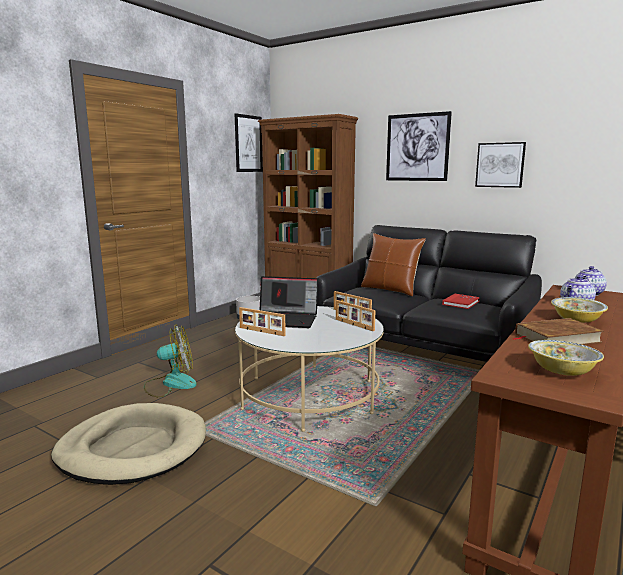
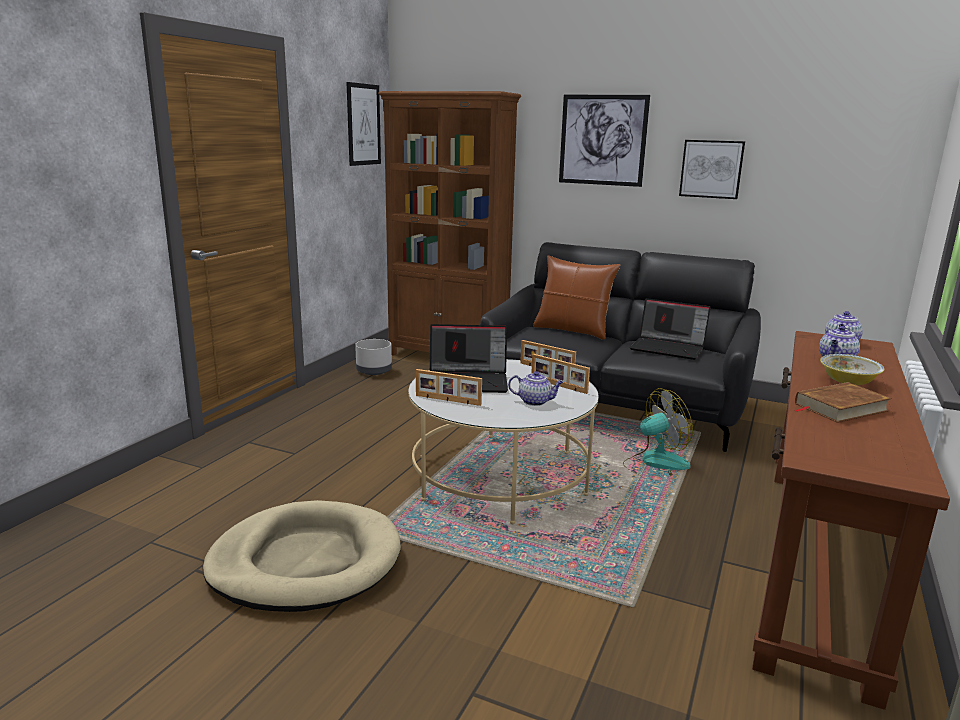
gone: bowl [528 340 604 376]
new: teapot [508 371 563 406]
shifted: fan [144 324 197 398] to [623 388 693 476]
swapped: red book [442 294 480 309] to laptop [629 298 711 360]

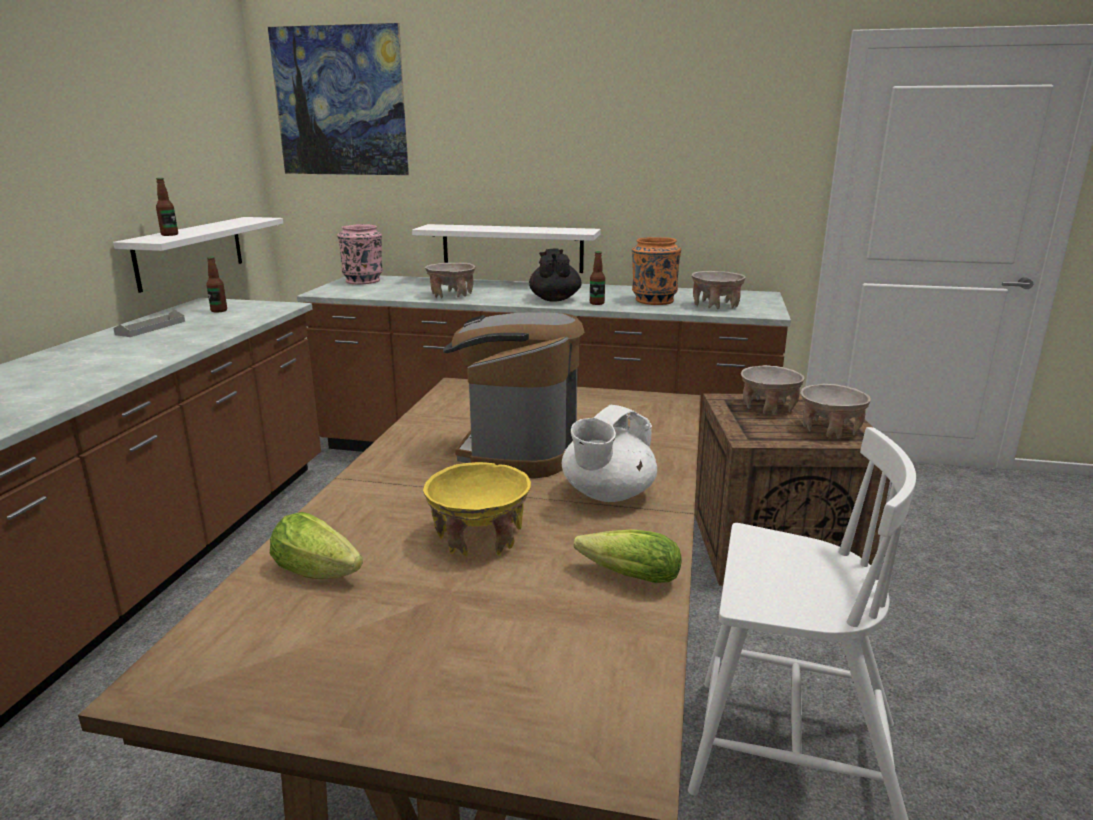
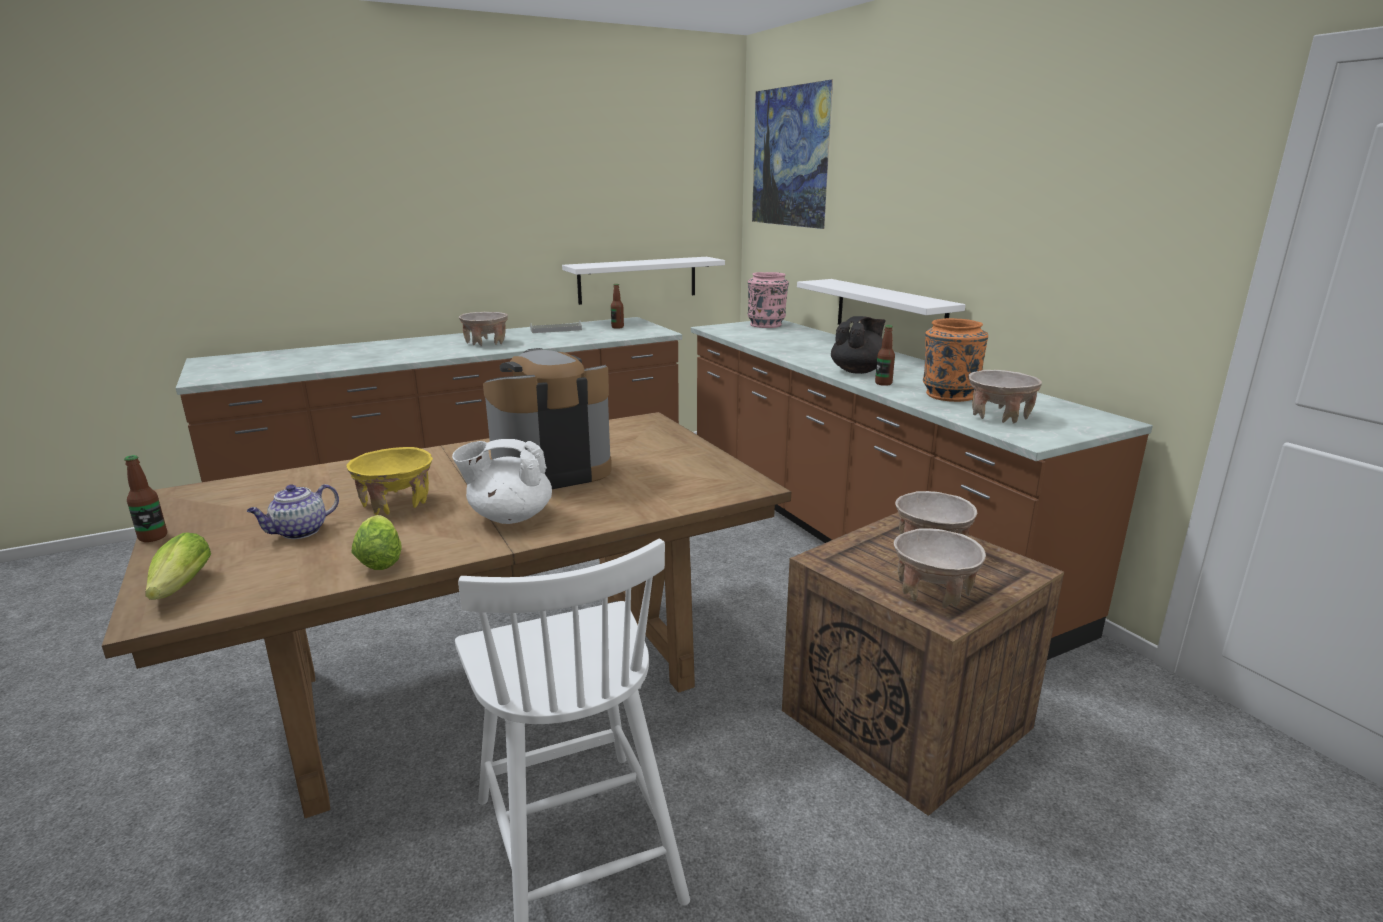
new: teapot [247 484 339 539]
shifted: bottle [156 178 178 236] to [124 455 167 542]; lettuce [270 512 363 579] to [145 533 211 600]; beige bowl [425 263 475 299] to [459 312 508 346]

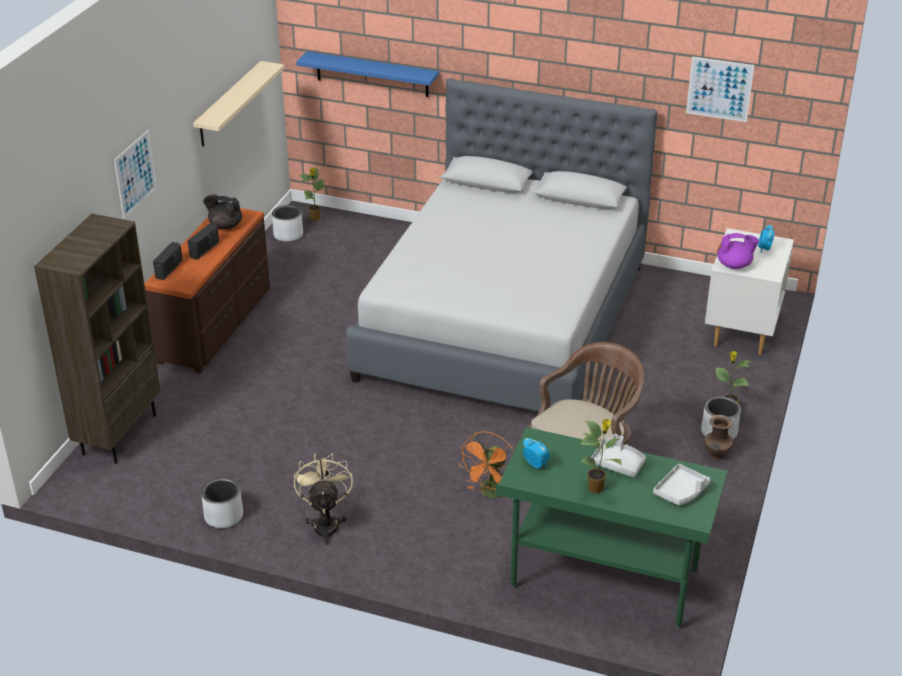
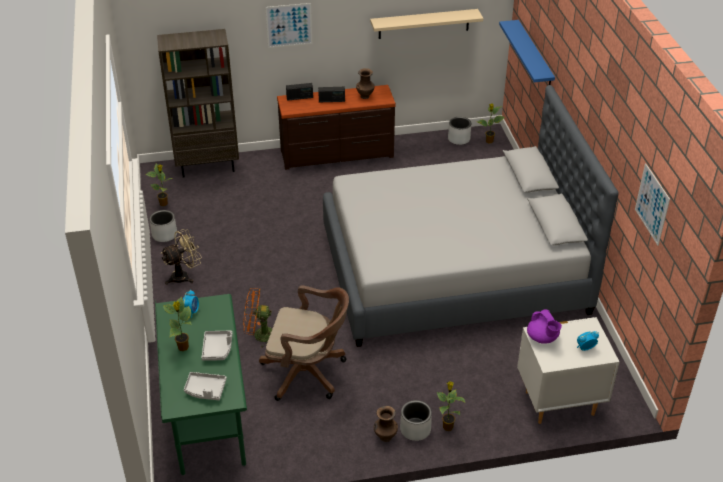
new: potted plant [145 164 172 206]
swapped: black teapot [203 194 242 229] to brown vase [356 68 375 99]

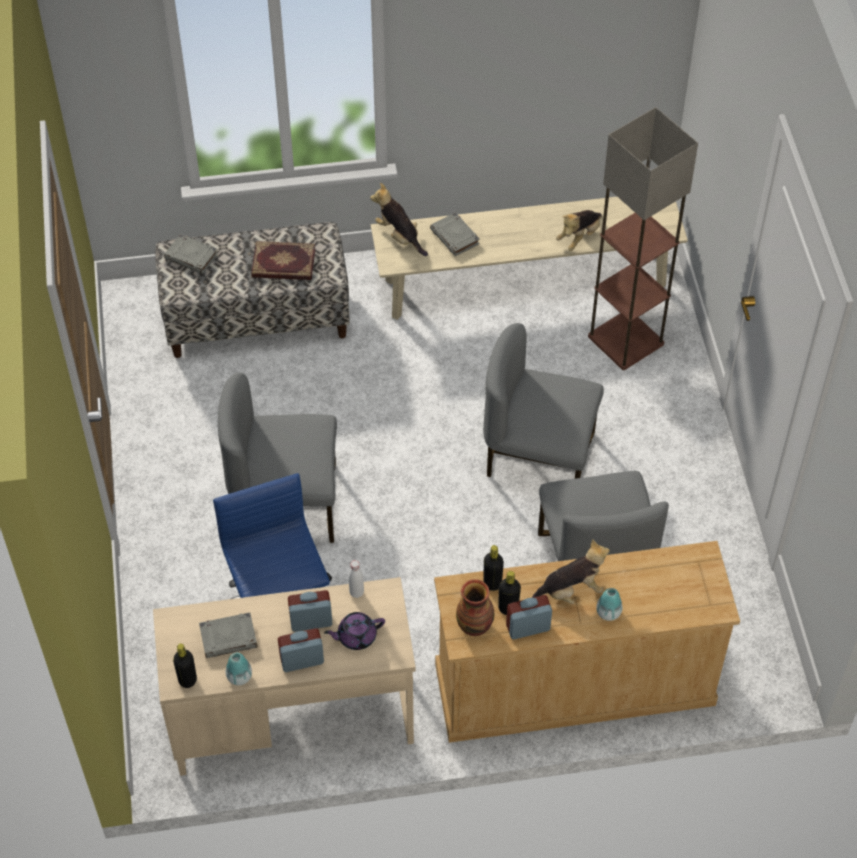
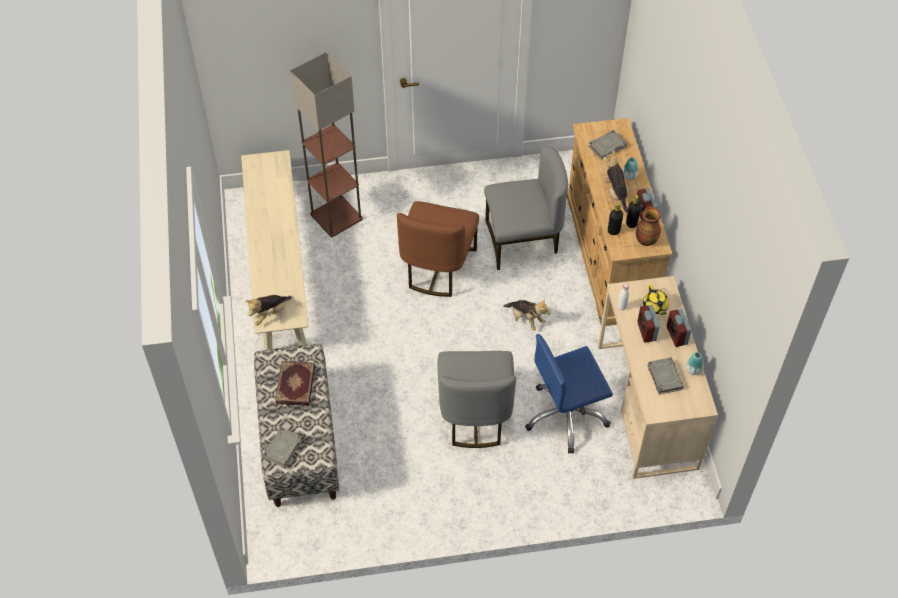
gone: black bottle [173 644 197 688]
shifted: plush toy [556 210 602 251] to [503 299 551 331]; grey book [430 212 480 256] to [588 130 627 160]
repainted: grey chair [483 323 604 479] to brown chair [397 201 479 297]; purple teapot [324 612 385 650] to yellow teapot [643 284 669 315]

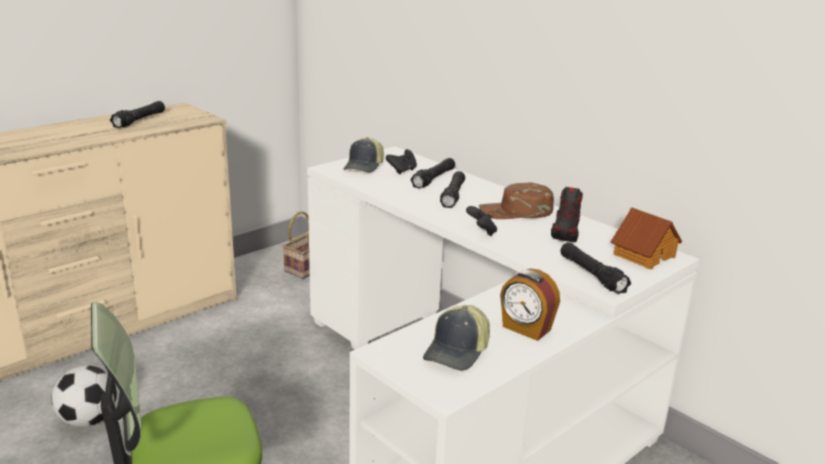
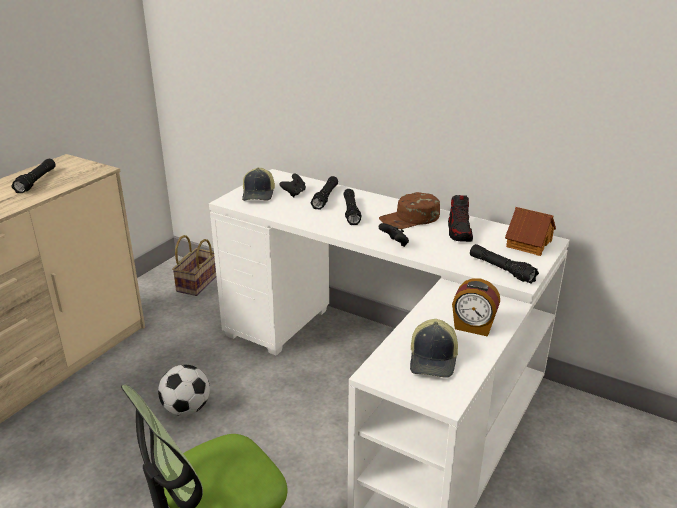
shifted: football [52 365 117 427] to [158 365 210 416]

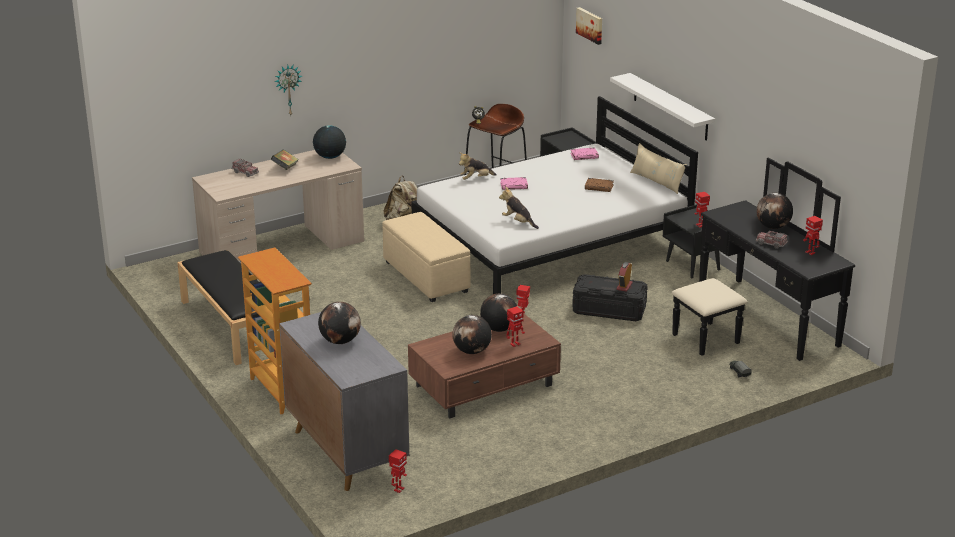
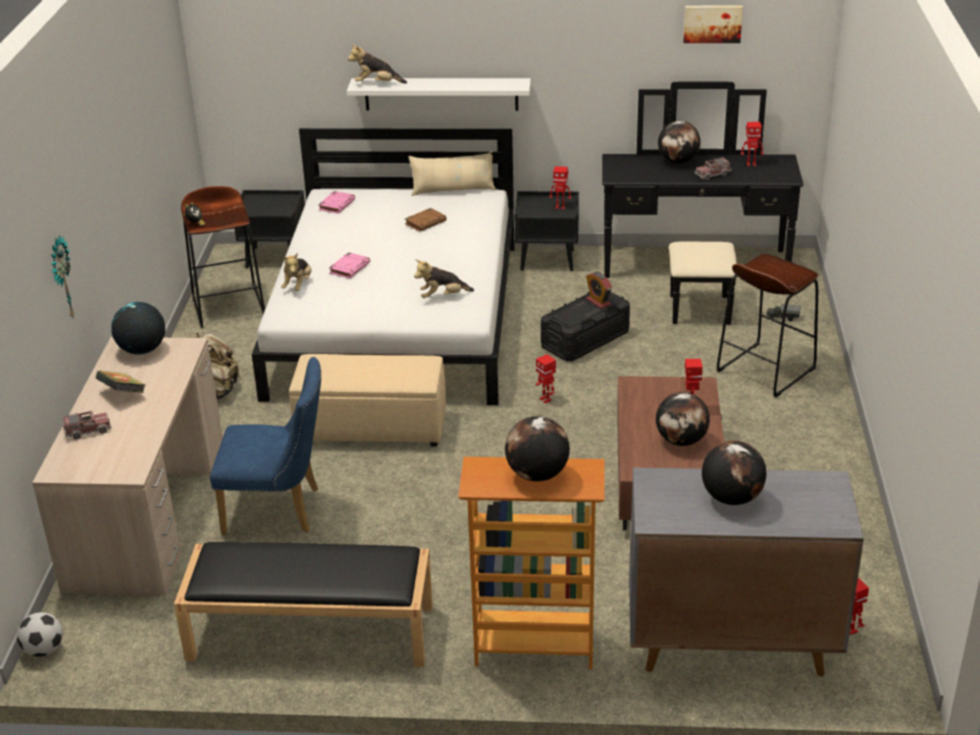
new: football [17 612 63 657]; blue chair [210 357 321 535]; plush toy [348 44 407 84]; brown stool [716 254 818 397]
shifted: globe [480 293 517 332] to [505 416 570 481]; picture [576 7 602 45] to [683 5 743 43]

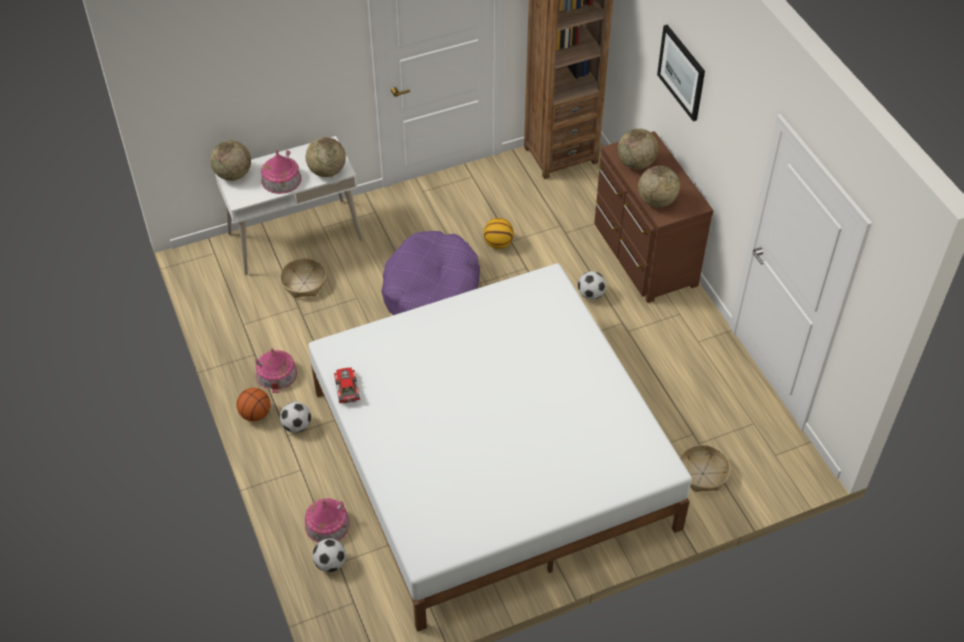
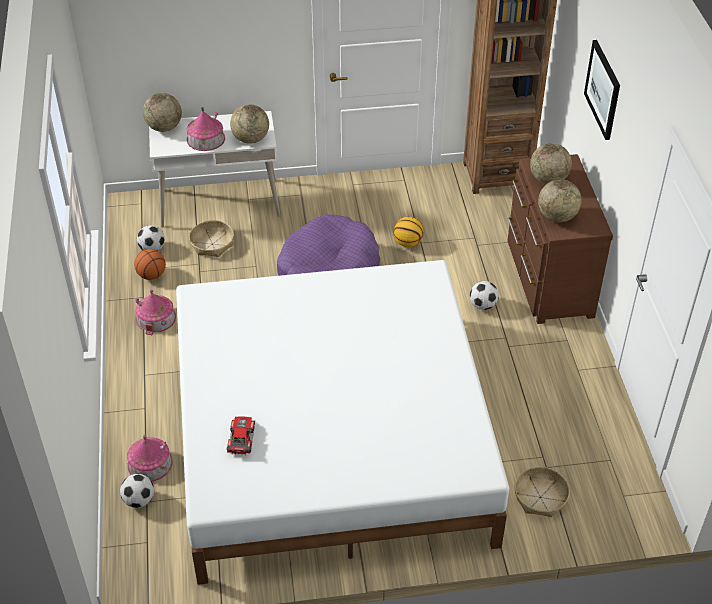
shifted: basketball [236 388 271 421] to [134 249 166 280]; football [280 402 311 433] to [137 225 165 251]; toy car [334 368 360 403] to [227 416 255 455]

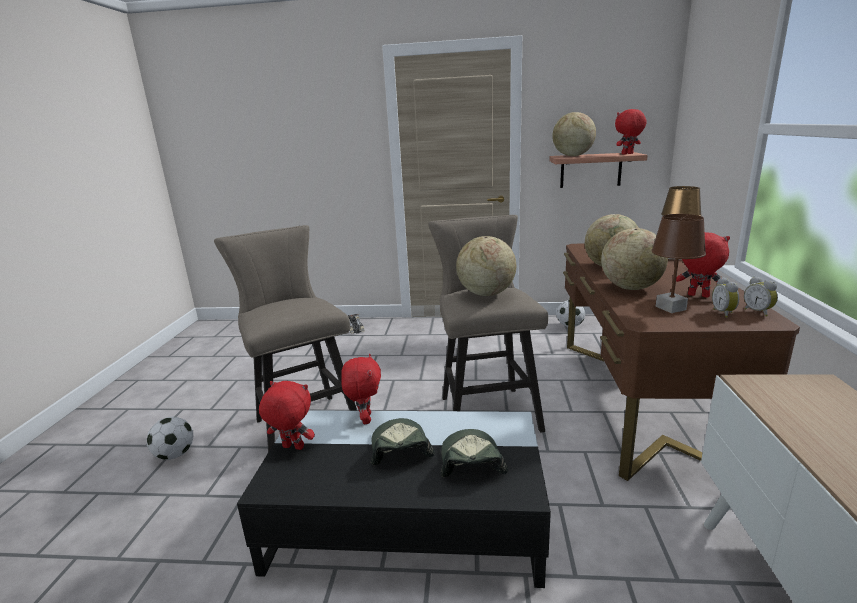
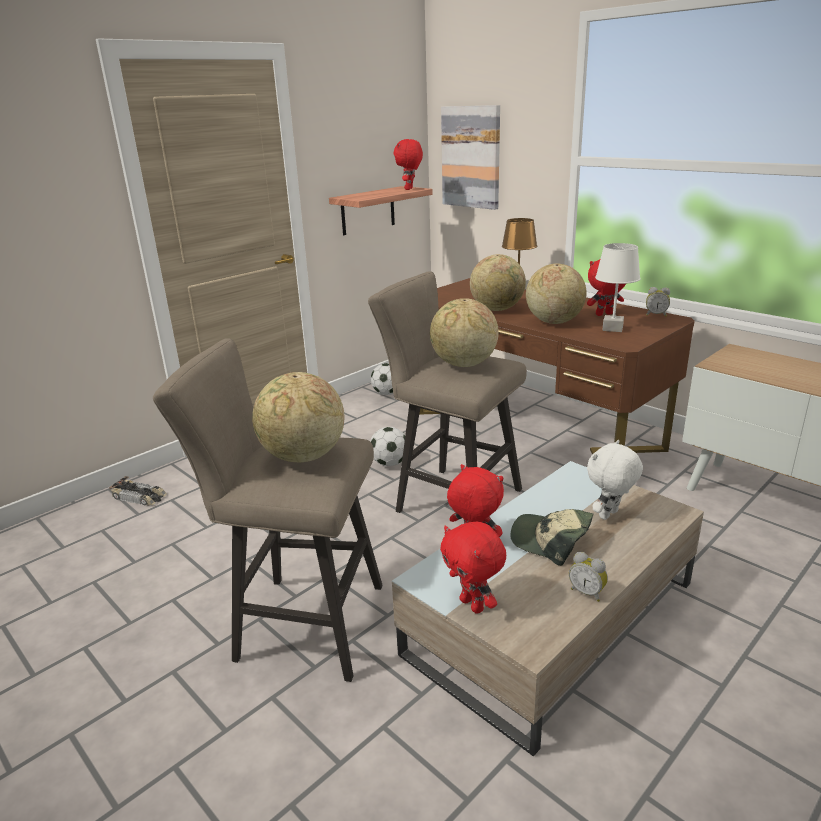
new: picture [441 105 500 210]
shifted: globe [552 112 596 156] to [252 372 344 462]; football [147 416 193 460] to [370 427 405 466]; alarm clock [712 277 739 318] to [569 552 608 602]
swapped: cap [440 429 508 477] to white plush toy [587 440 643 520]
repainted: black coffee table [237 410 551 588] to beige coffee table [392 461 704 756]; brown table lamp [651 214 706 313] to white table lamp [595 243 641 332]
rotated: red plush toy [259 381 315 450] = [440 522 506 614] 90 degrees counterclockwise

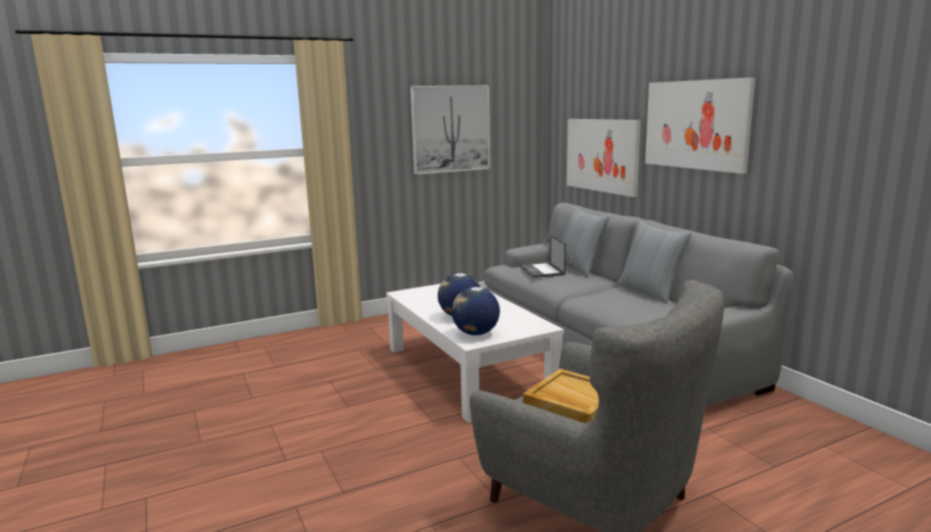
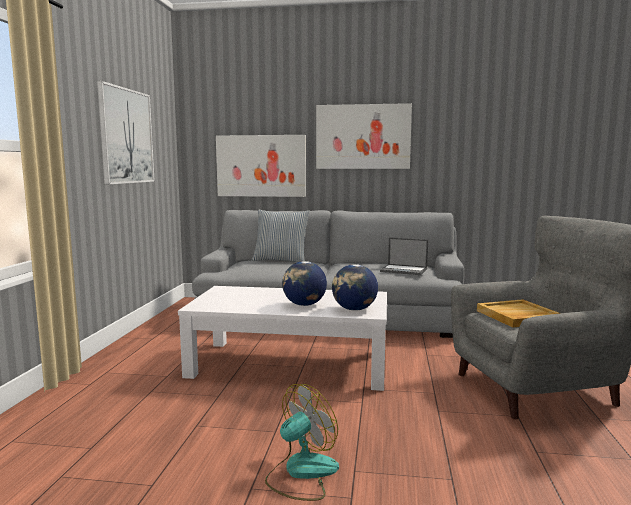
gone: pillow [617 221 692 304]
new: fan [265 384 339 501]
shifted: laptop [520 235 566 278] to [380 238 428 275]

